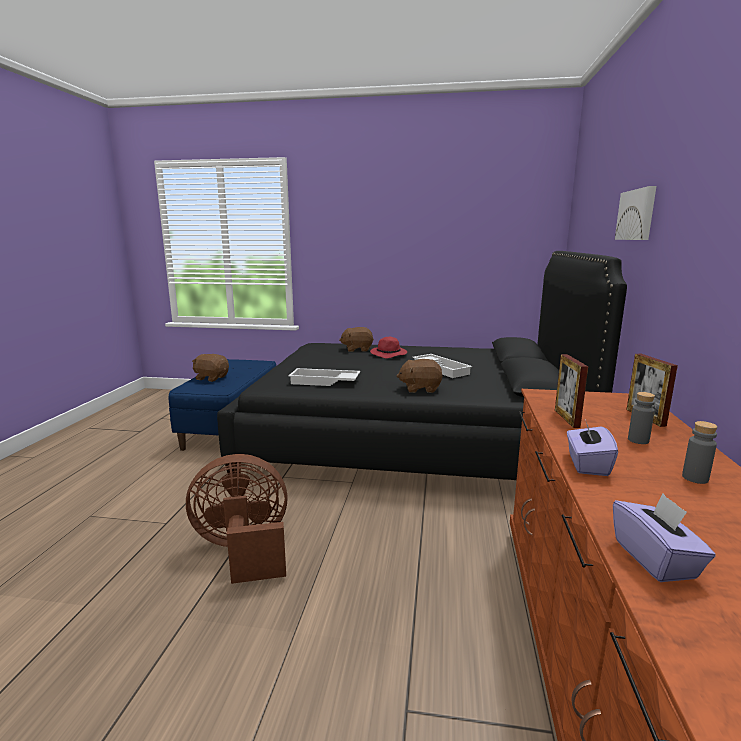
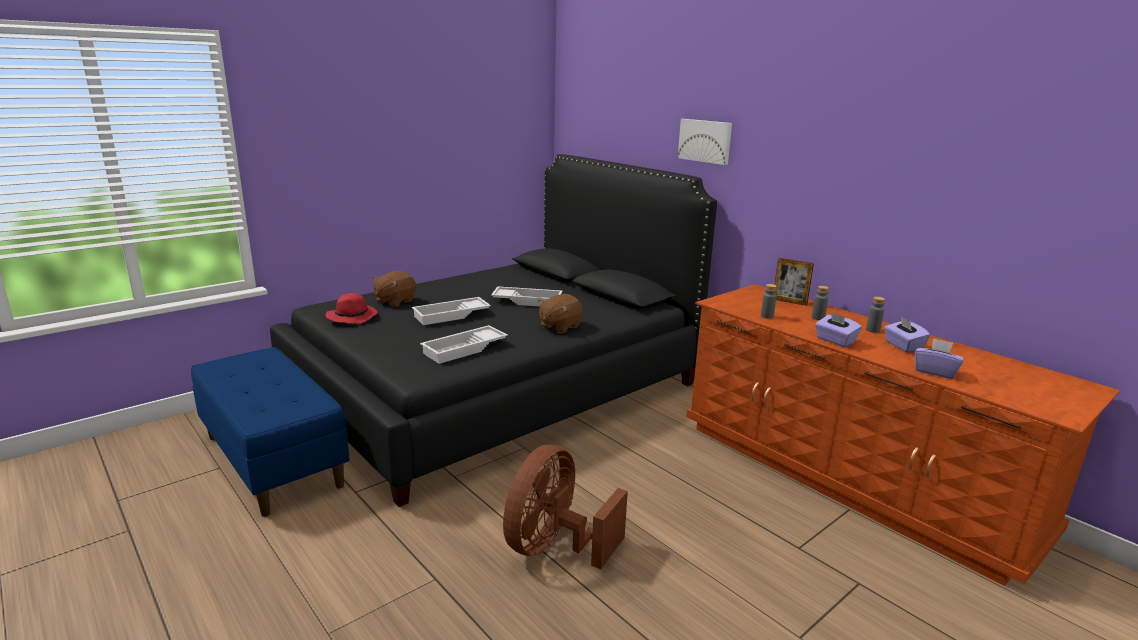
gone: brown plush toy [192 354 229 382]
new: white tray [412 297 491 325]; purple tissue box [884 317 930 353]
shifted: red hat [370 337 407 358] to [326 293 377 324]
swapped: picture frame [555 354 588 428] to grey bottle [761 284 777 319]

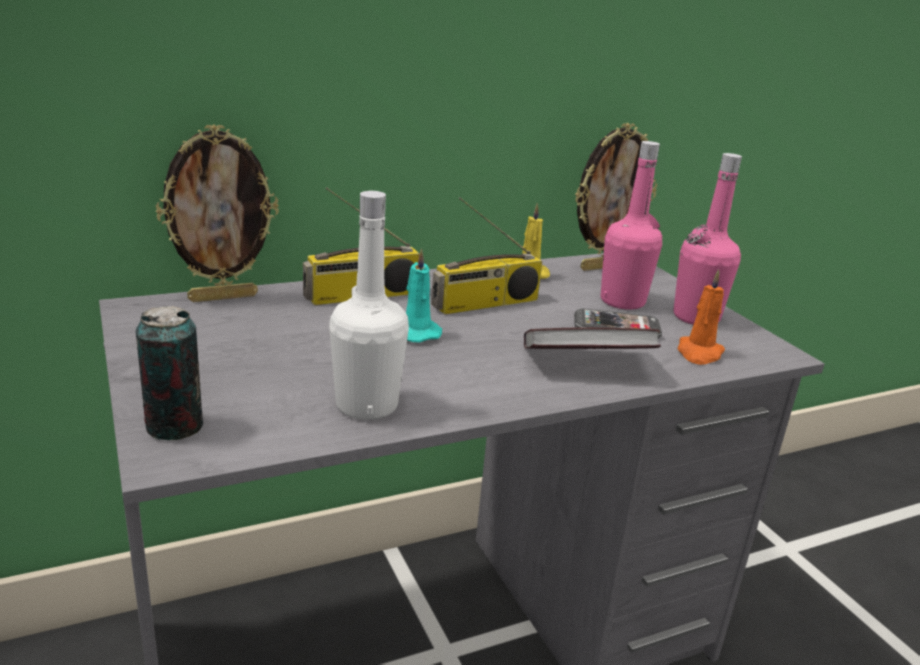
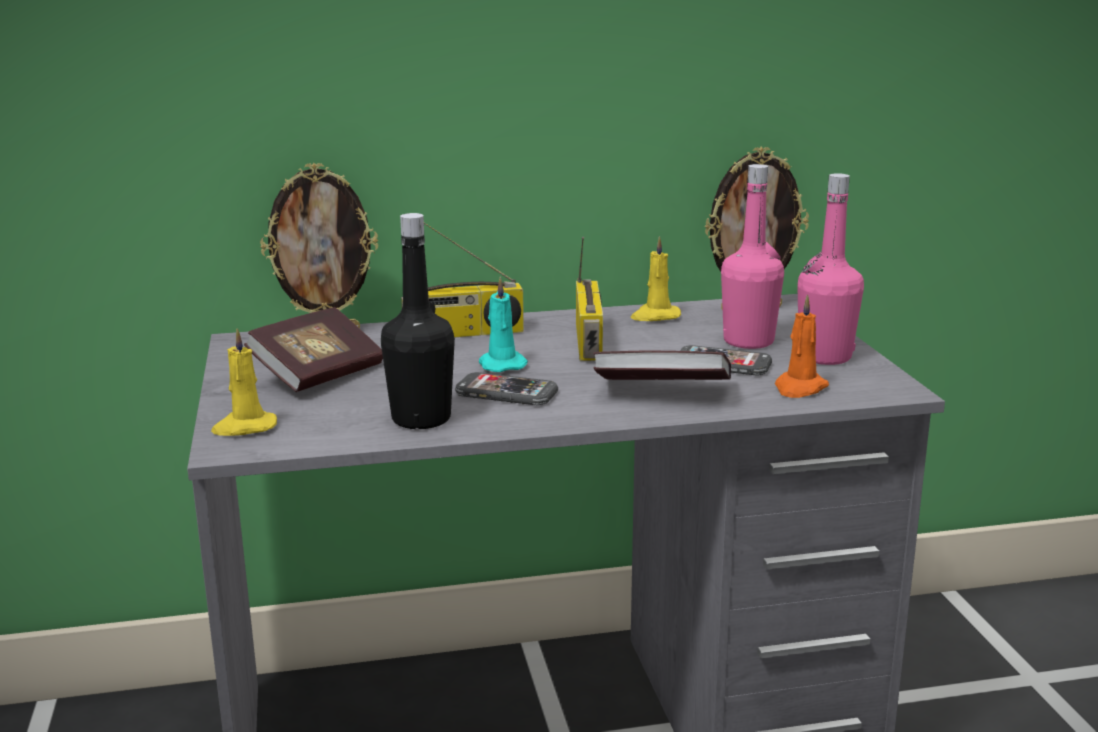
new: book [244 307 383 392]; phone [455 372 558 405]
swapped: can [136 306 203 440] to yellow candle [211 328 277 436]
repainted: white bottle [329 191 409 420] to black bottle [381 213 455 429]
rotated: radio [431 197 543 314] = [576 237 603 361] 75 degrees counterclockwise

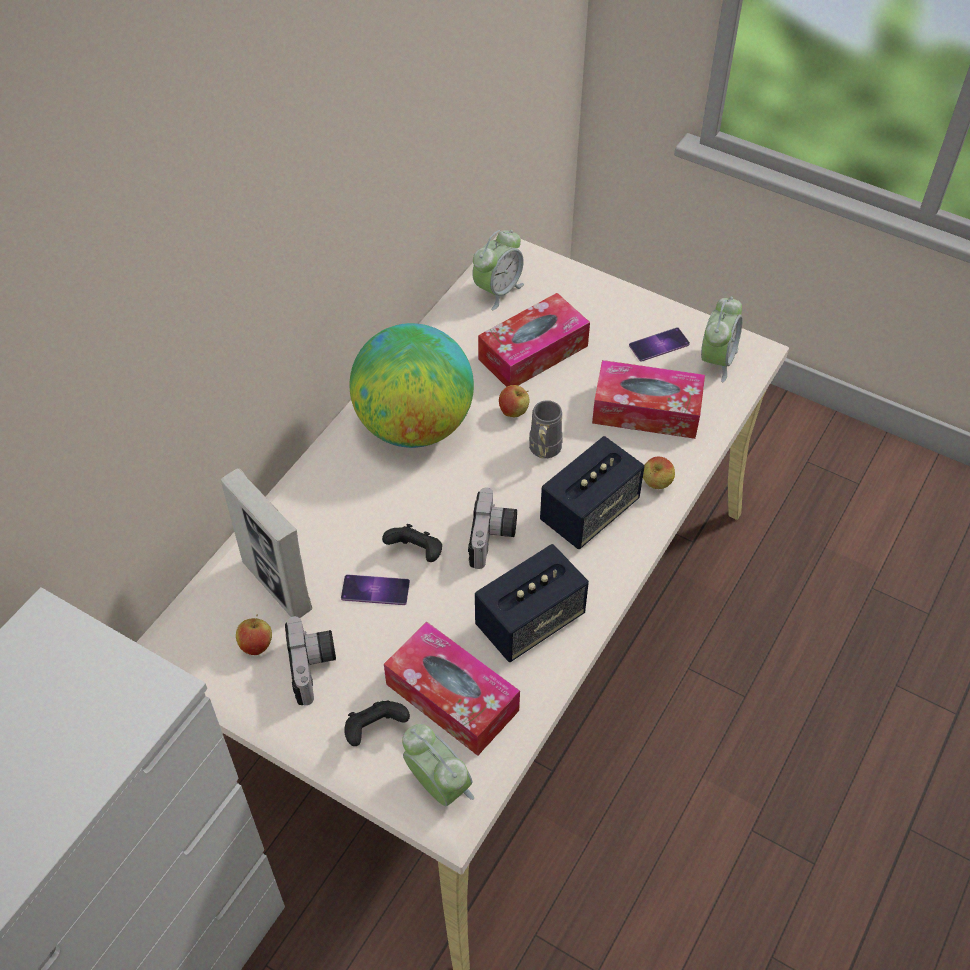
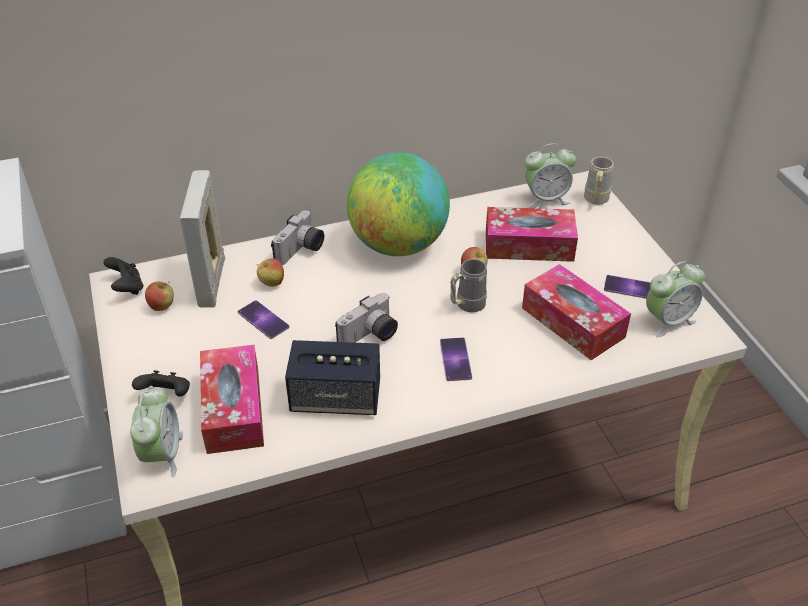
new: beige mug [584 157 614 205]
shifted: black game controller [382 524 442 562] to [104 257 143 295]; apple [643 457 675 489] to [257 258 284 287]; photo camera [285 616 336 705] to [271 210 324 265]
swapped: speaker [540 436 644 549] to phone [440 338 472 381]

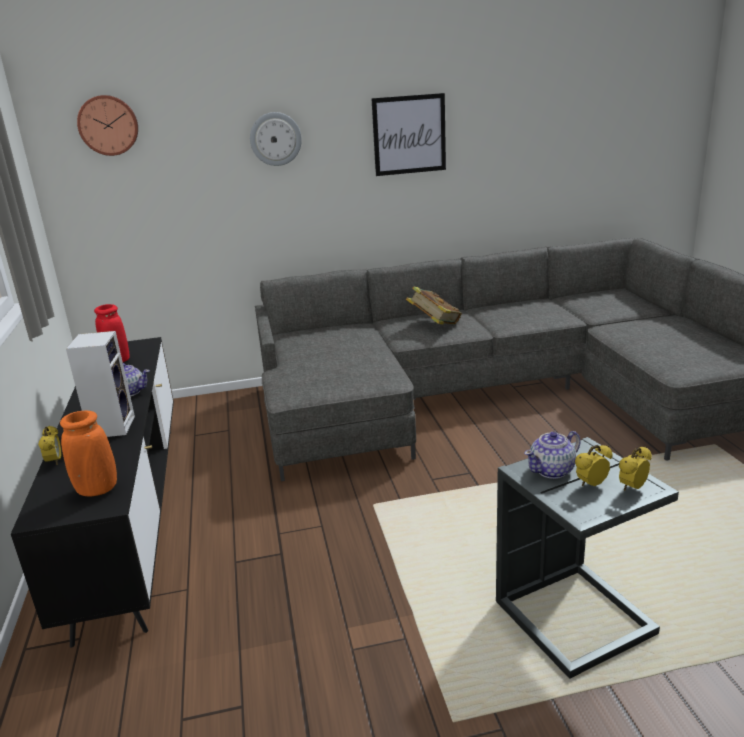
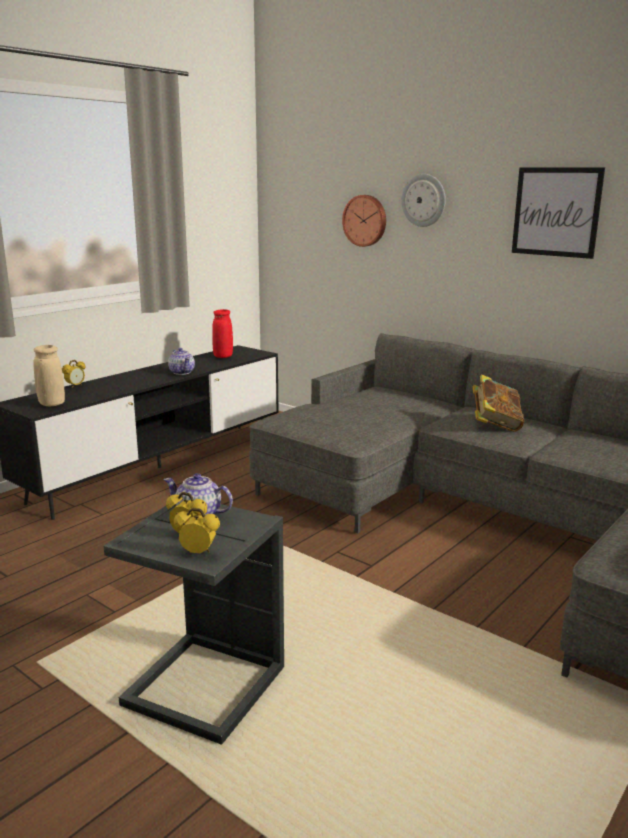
gone: speaker [66 331 135 437]
shifted: wall clock [77 95 138 156] to [342 195 386 247]
repainted: orange vase [60 411 117 497] to beige vase [33 345 65 406]

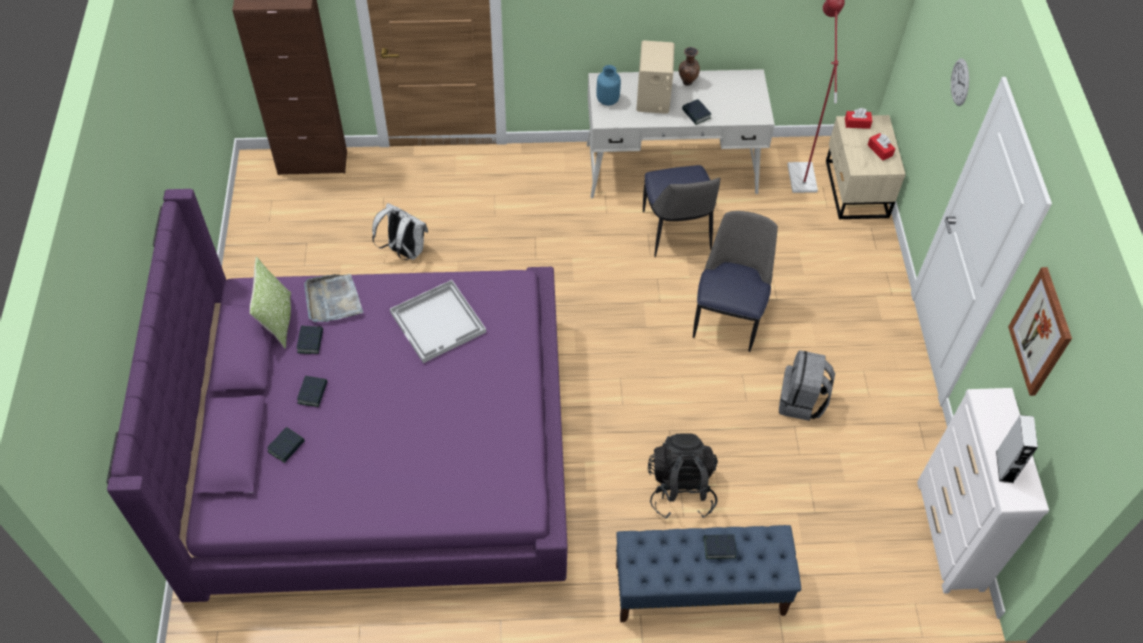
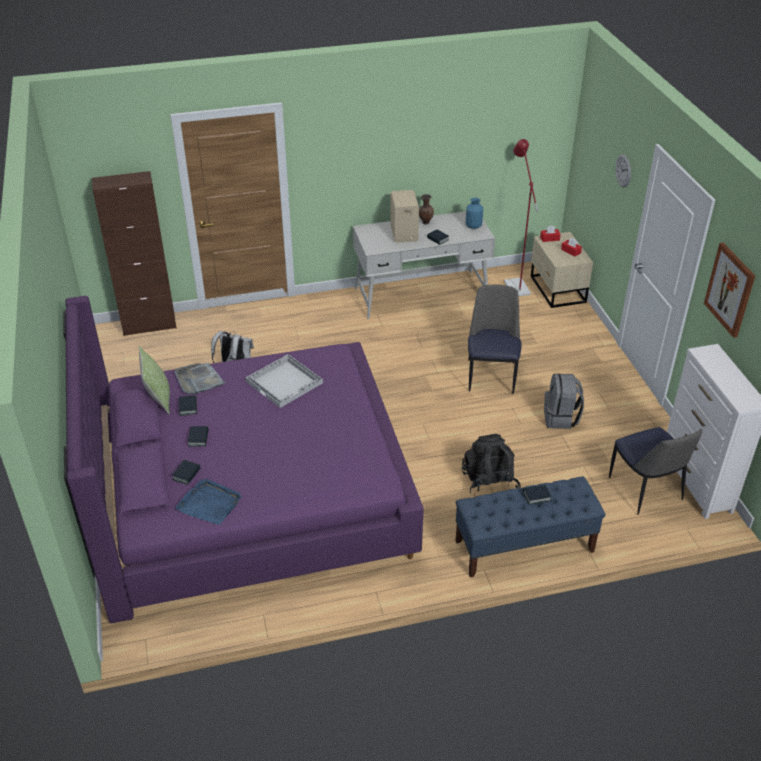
gone: grey speaker [996 415 1038 483]
new: blue tray [175 479 242 525]
shifted: blue vase [596 65 621 106] to [466 198 483 229]; chair [643 165 721 257] to [609 427 702 515]

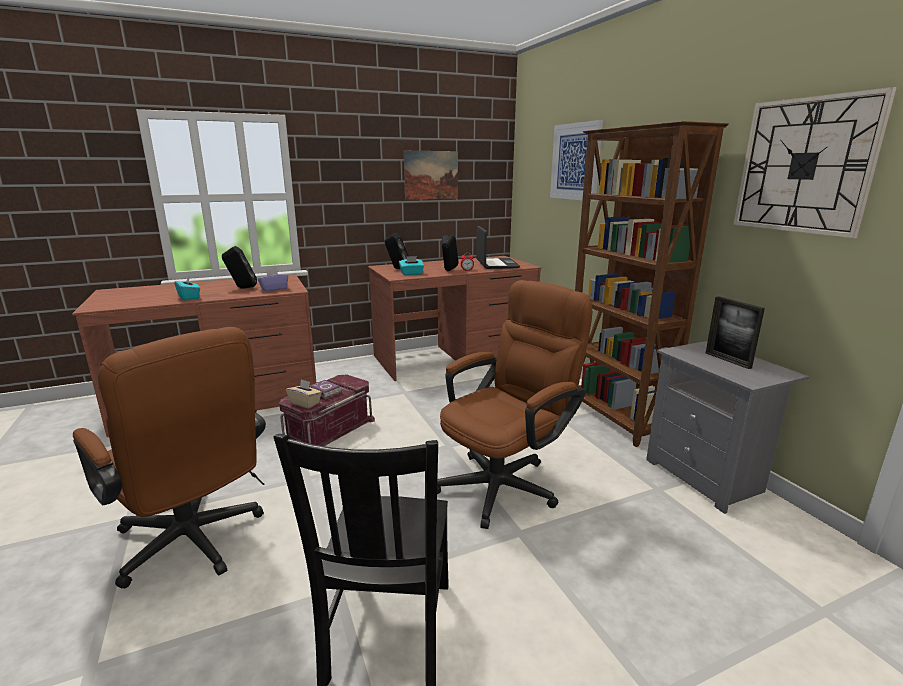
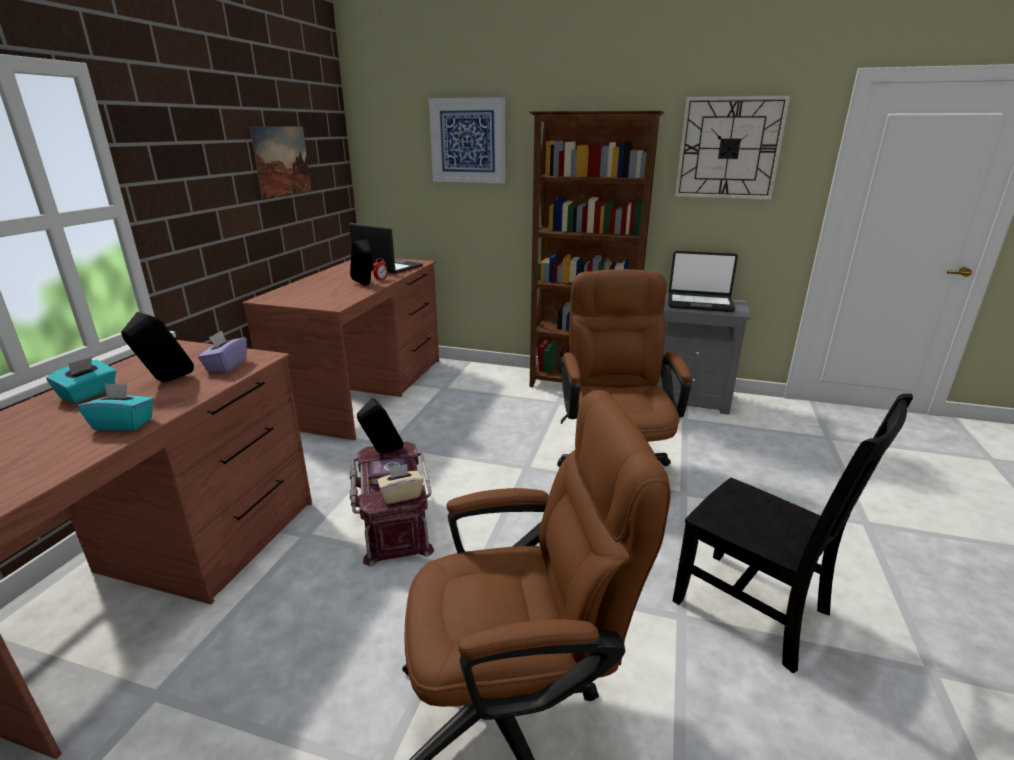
shifted: turquoise tissue box [399 256 424 275] to [46 357 116 403]; black speaker [385 233 408 269] to [357 398 404 453]
swapped: picture frame [706 296 765 369] to laptop [668 251 738 312]

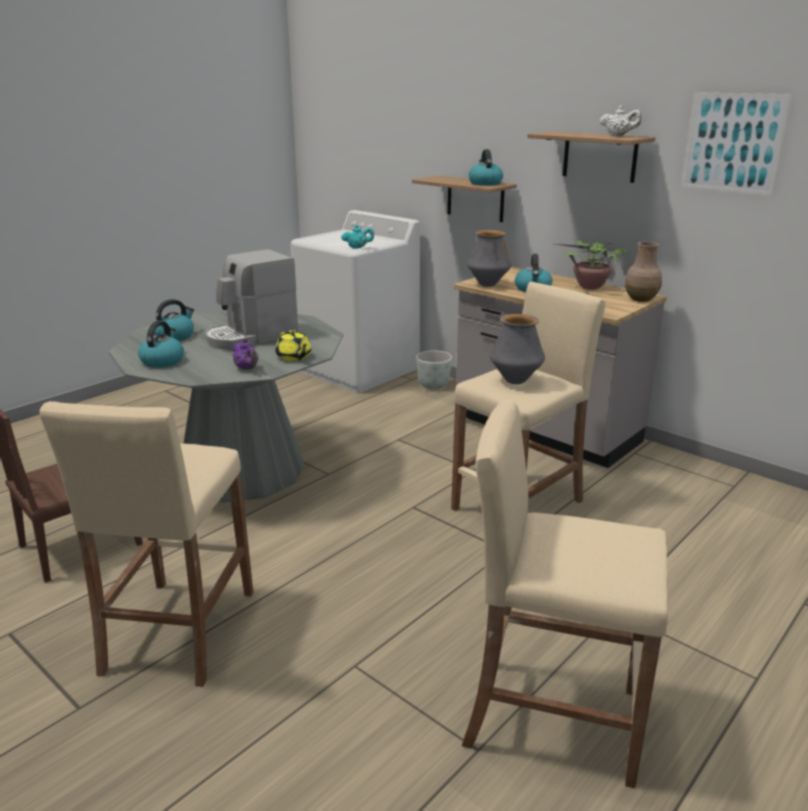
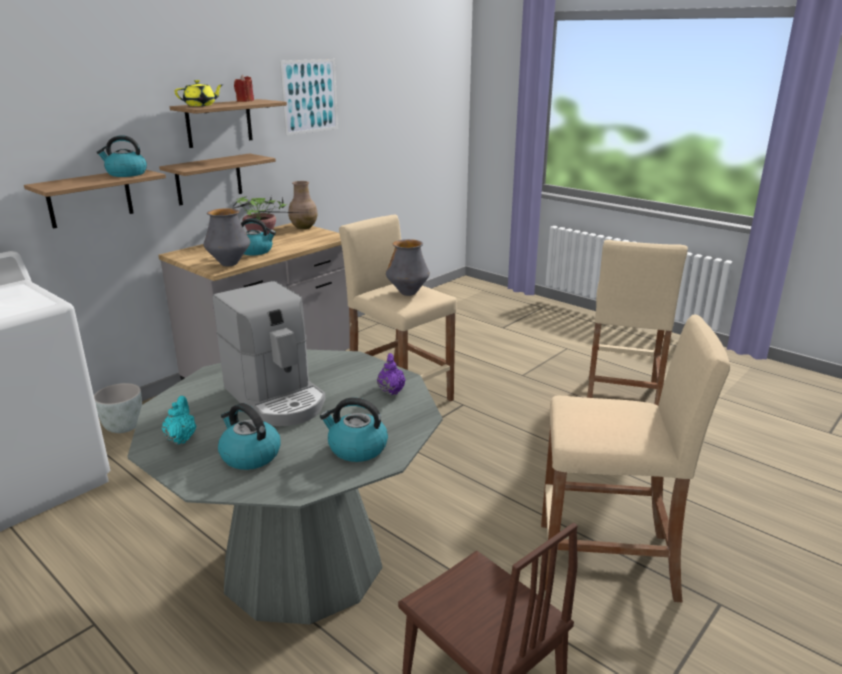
new: shelf [159 153 276 205]
shifted: turquoise teapot [341 225 374 249] to [162 396 197 444]; yellow teapot [275 330 312 361] to [175 80 224 106]
swapped: white teapot [600 105 641 136] to red candle [234 75 254 102]
rotated: purple teapot [233 338 258 370] = [377 353 406 395] 60 degrees counterclockwise

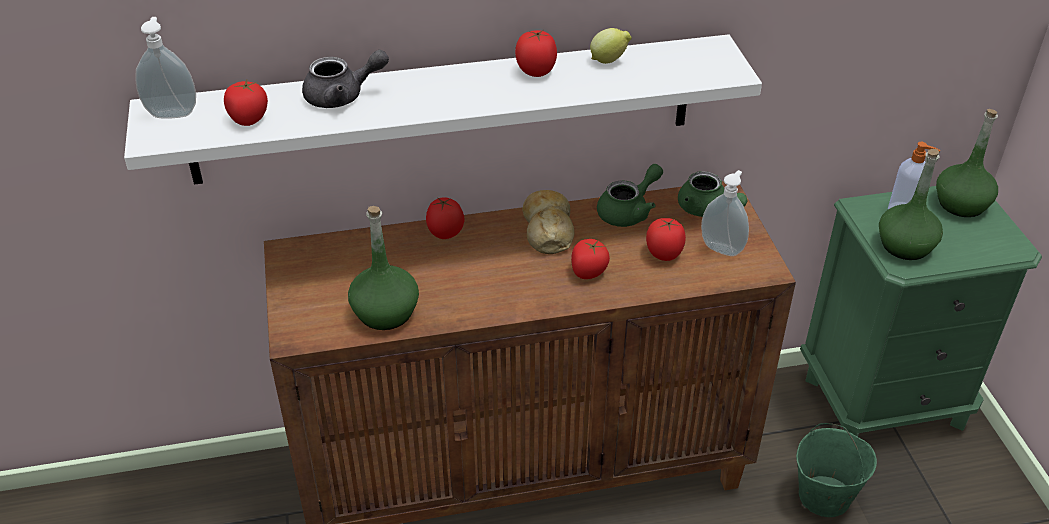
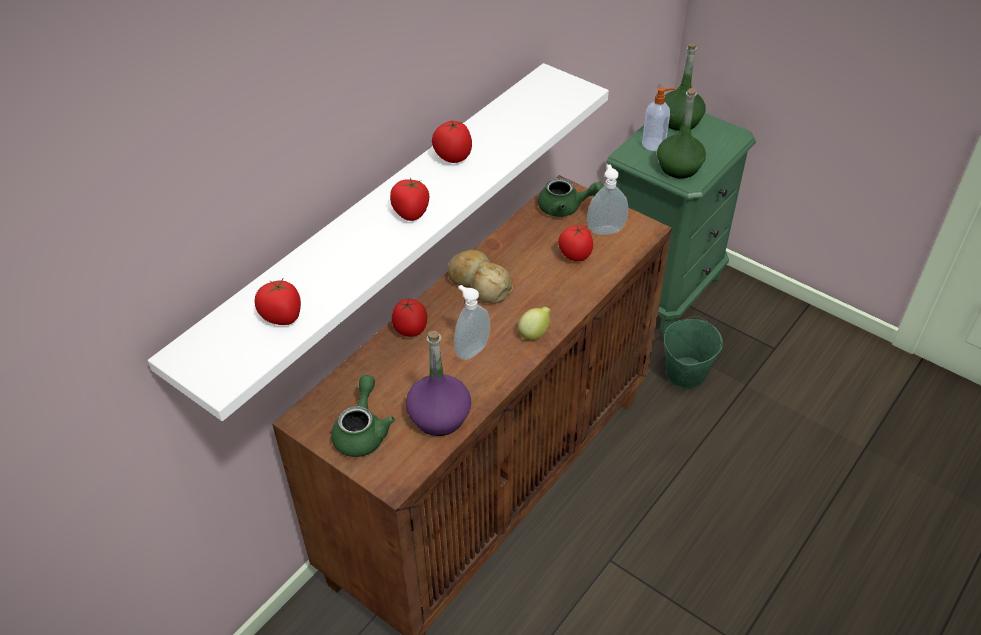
gone: grey teapot [302 50 389 108]
shifted: green teapot [597 164 663 227] to [331 375 395 457]; tomato [571 239 610 279] to [390 177 429 221]; soap dispenser [135 17 196 119] to [454 285 490 360]; lemon [590 28 632 64] to [518 307 551 340]
repainted: green bottle [348 206 419 330] to purple bottle [406 331 471 436]

